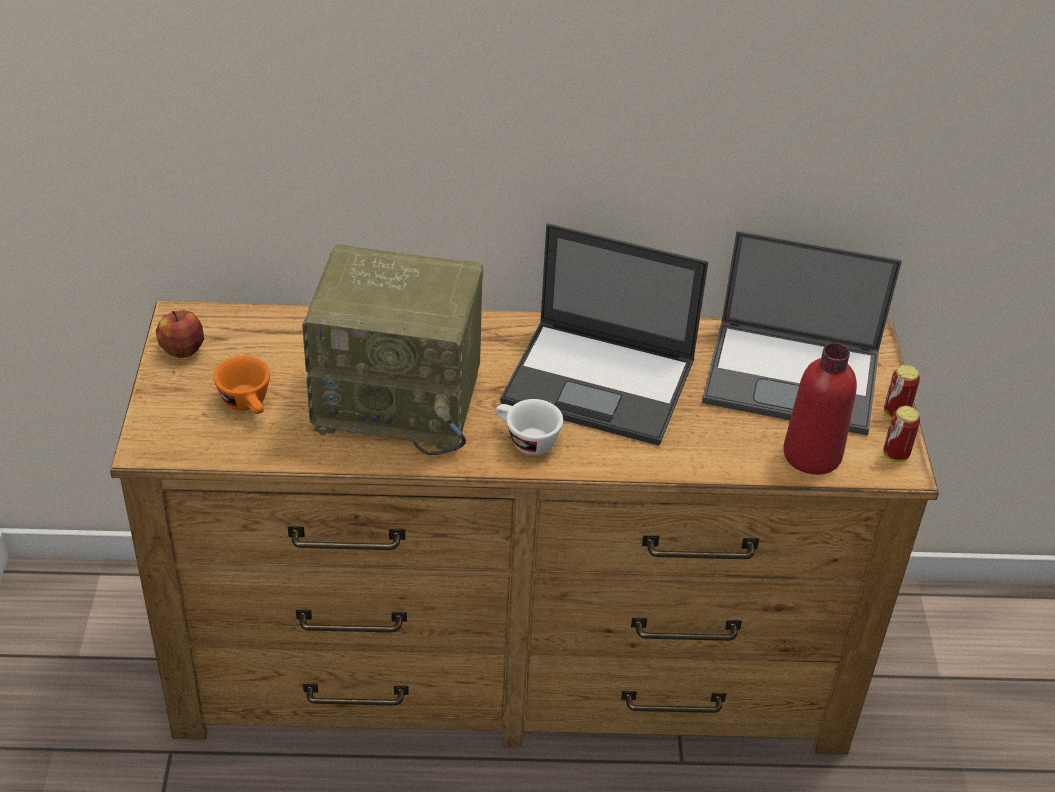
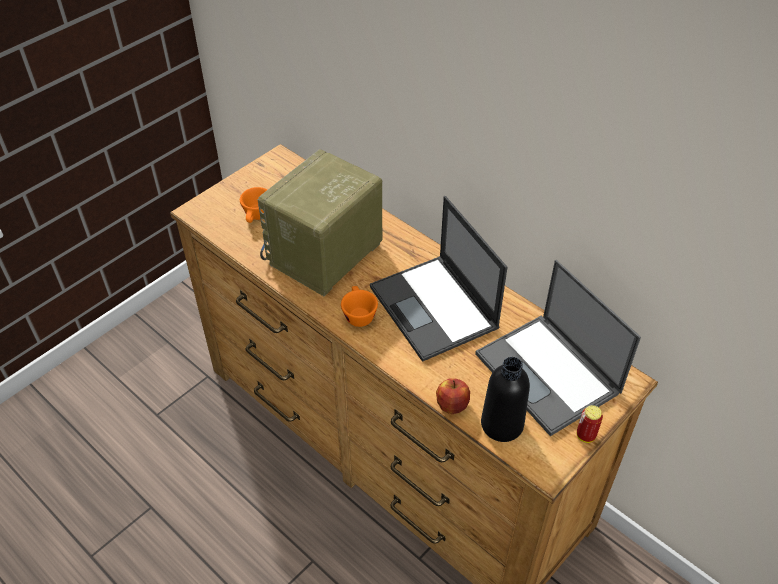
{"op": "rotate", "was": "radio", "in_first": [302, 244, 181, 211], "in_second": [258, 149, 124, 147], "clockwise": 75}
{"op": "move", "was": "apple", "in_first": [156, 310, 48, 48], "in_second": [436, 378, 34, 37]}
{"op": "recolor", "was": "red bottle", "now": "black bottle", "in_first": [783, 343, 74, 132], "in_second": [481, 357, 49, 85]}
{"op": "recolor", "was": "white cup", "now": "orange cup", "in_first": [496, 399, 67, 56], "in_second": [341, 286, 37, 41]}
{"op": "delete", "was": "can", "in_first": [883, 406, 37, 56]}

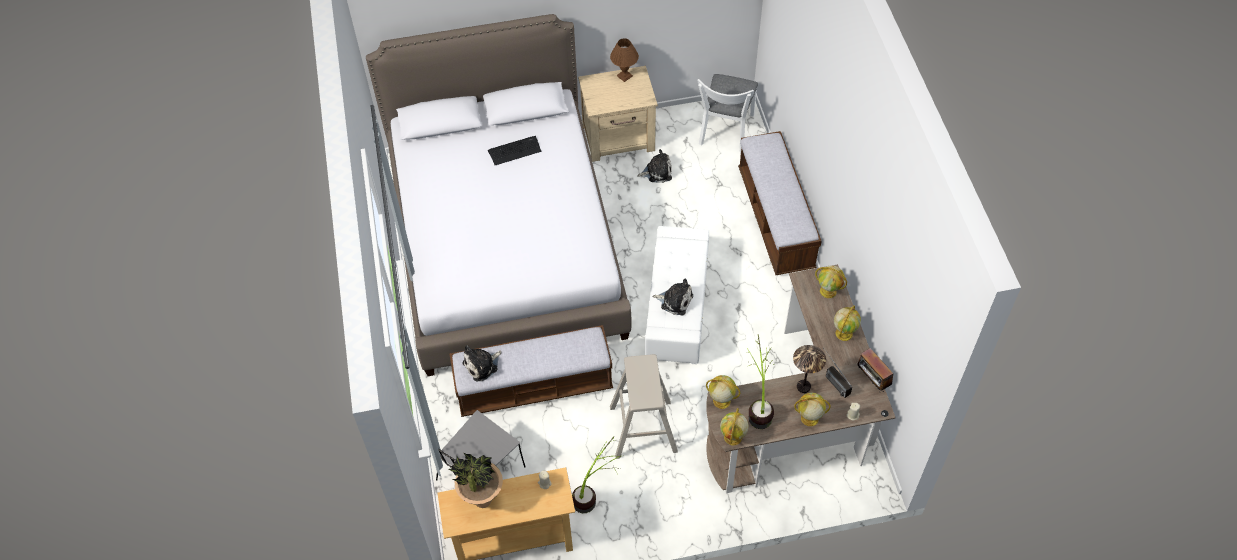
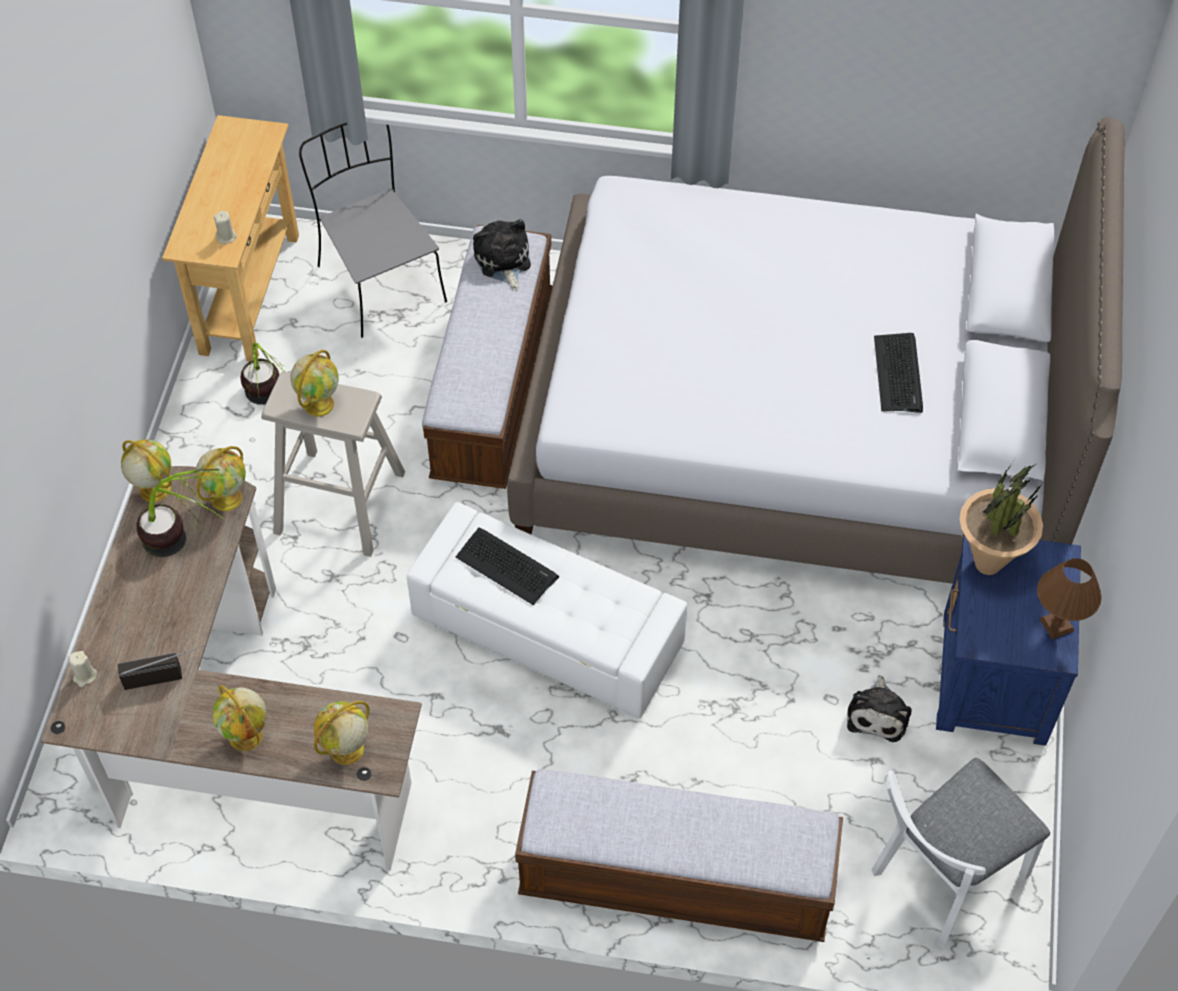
{"op": "recolor", "was": "beige nightstand", "now": "blue nightstand", "in_first": [578, 66, 80, 96], "in_second": [936, 534, 145, 212]}
{"op": "rotate", "was": "white chair", "in_first": [697, 74, 61, 80], "in_second": [872, 758, 178, 190], "clockwise": -75}
{"op": "replace", "was": "plush toy", "now": "keyboard", "in_first": [652, 278, 41, 37], "in_second": [456, 527, 103, 78]}
{"op": "delete", "was": "table lamp", "in_first": [793, 345, 33, 48]}
{"op": "delete", "was": "radio", "in_first": [857, 348, 36, 44]}
{"op": "move", "was": "globe", "in_first": [794, 393, 37, 33], "in_second": [290, 350, 49, 67]}
{"op": "move", "was": "potted plant", "in_first": [449, 453, 54, 55], "in_second": [960, 464, 83, 111]}

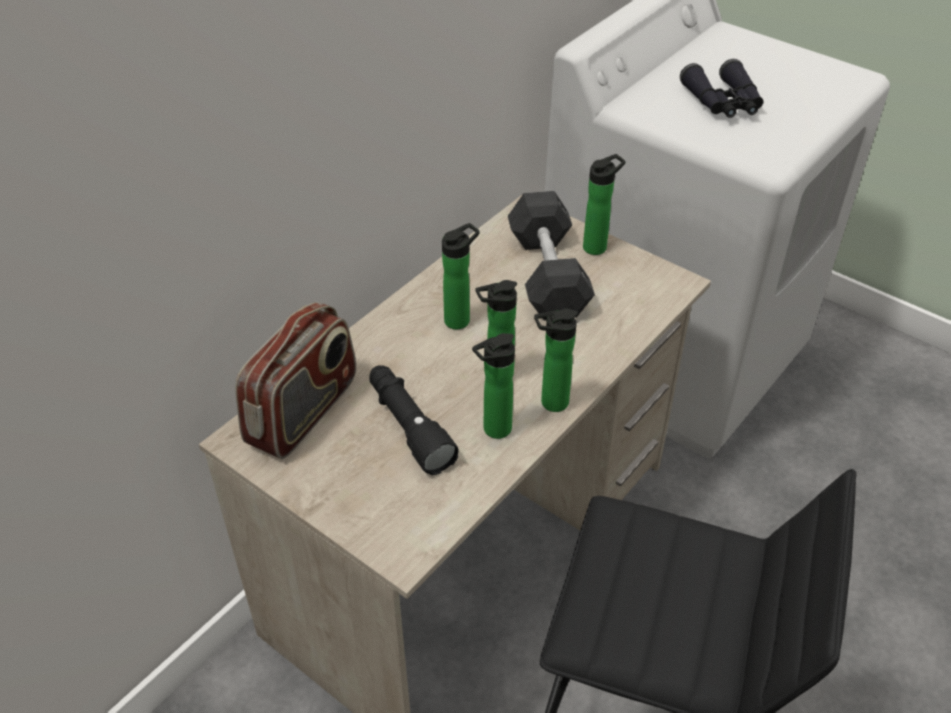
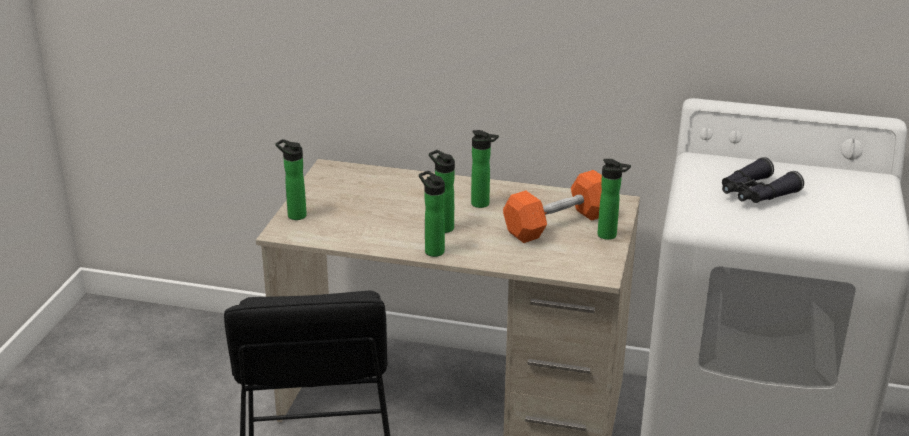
{"op": "recolor", "was": "grey dumbbell", "now": "orange dumbbell", "in_first": [508, 191, 87, 130], "in_second": [503, 170, 99, 73]}
{"op": "delete", "was": "radio", "in_first": [235, 302, 121, 157]}
{"op": "move", "was": "bottle", "in_first": [472, 333, 43, 106], "in_second": [276, 139, 31, 81]}
{"op": "delete", "was": "black flashlight", "in_first": [369, 365, 90, 110]}

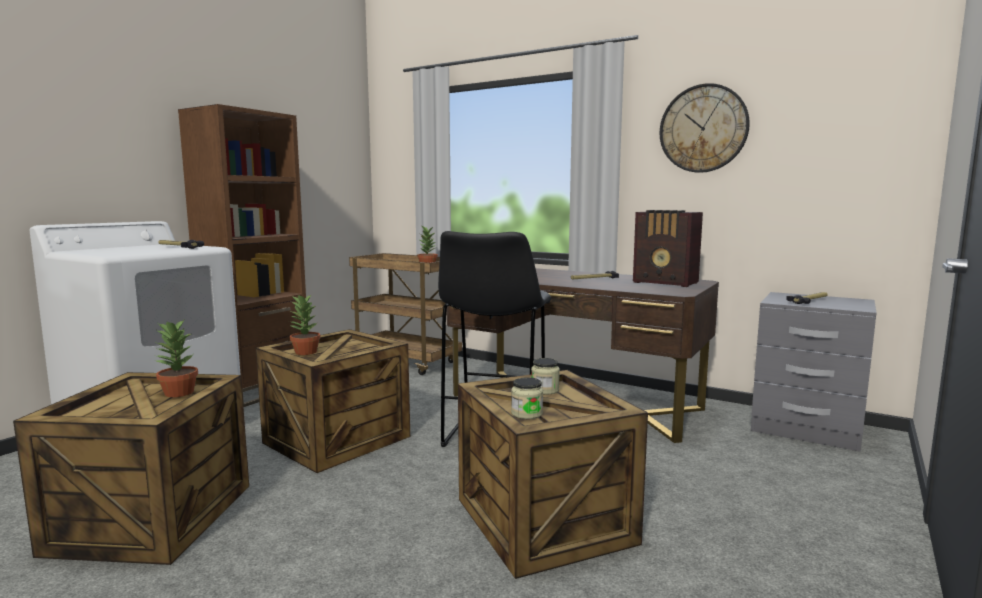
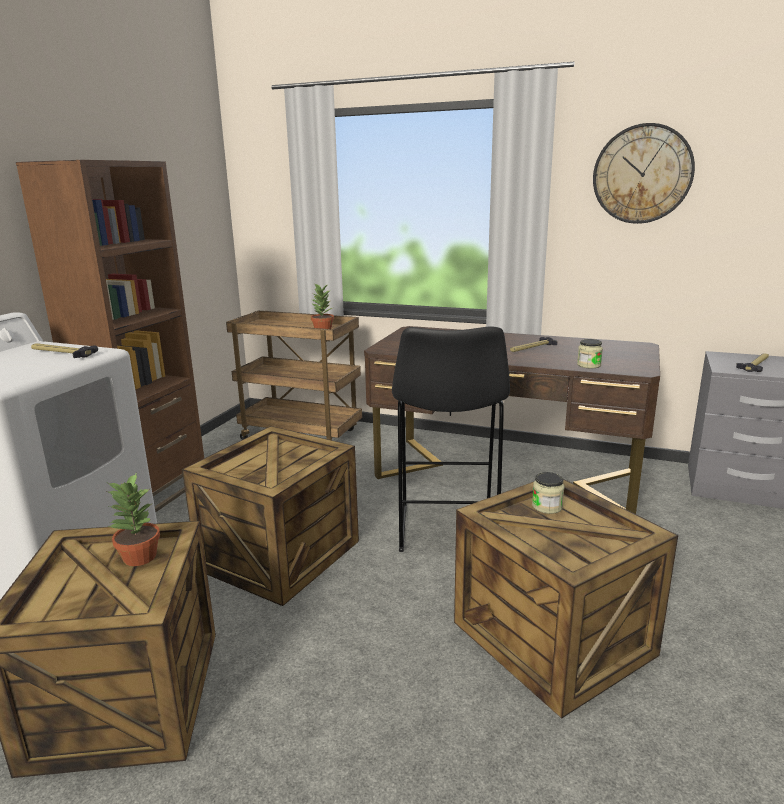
{"op": "delete", "was": "radio", "in_first": [633, 210, 70, 77]}
{"op": "delete", "was": "potted plant", "in_first": [289, 294, 32, 61]}
{"op": "move", "was": "jar", "in_first": [511, 377, 32, 42], "in_second": [577, 339, 26, 29]}

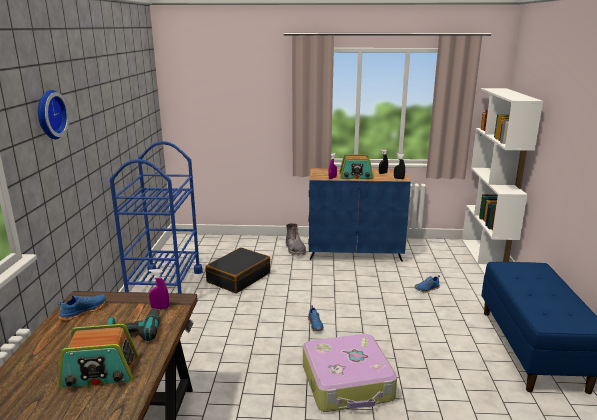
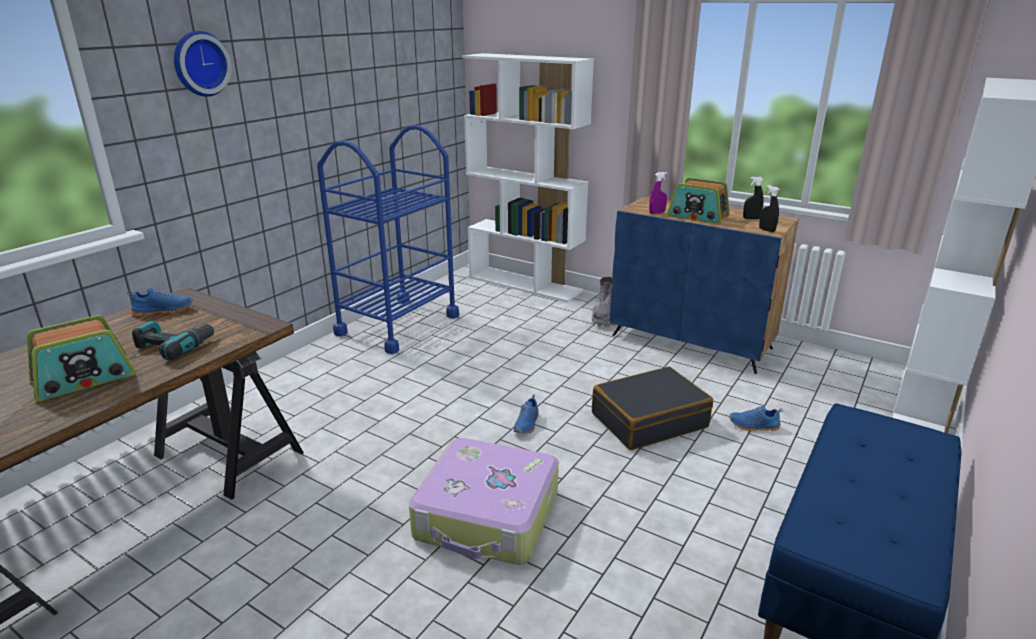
{"op": "move", "was": "black suitcase", "in_first": [205, 247, 65, 46], "in_second": [592, 366, 121, 84]}
{"op": "delete", "was": "purple spray bottle", "in_first": [149, 269, 20, 40]}
{"op": "rotate", "was": "radio", "in_first": [58, 324, 81, 64], "in_second": [27, 315, 108, 86], "clockwise": -60}
{"op": "insert", "now": "white bookcase", "in_second": [462, 53, 132, 249]}

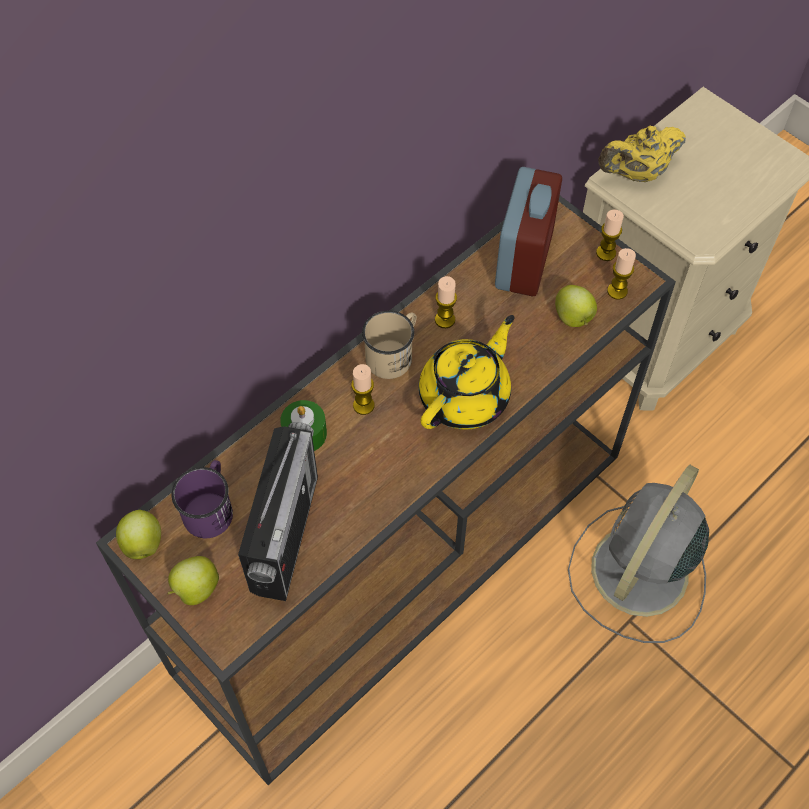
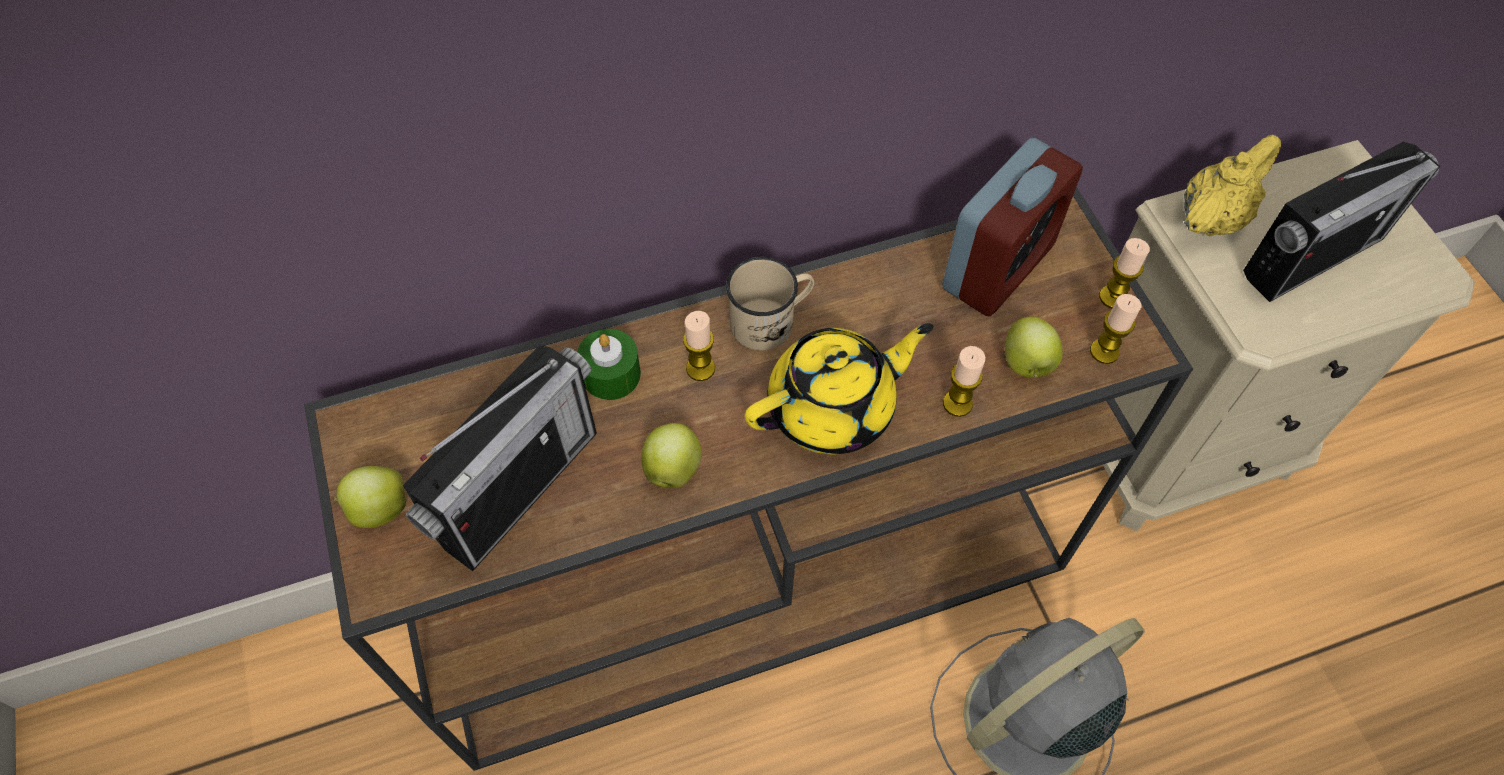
{"op": "rotate", "was": "yellow teapot", "in_first": [599, 126, 87, 56], "in_second": [1184, 135, 97, 101], "clockwise": 135}
{"op": "move", "was": "candle", "in_first": [435, 276, 22, 52], "in_second": [943, 346, 42, 71]}
{"op": "delete", "was": "purple mug", "in_first": [171, 460, 62, 78]}
{"op": "move", "was": "apple", "in_first": [116, 509, 45, 50], "in_second": [641, 423, 61, 65]}
{"op": "insert", "now": "radio", "in_second": [1243, 142, 197, 160]}

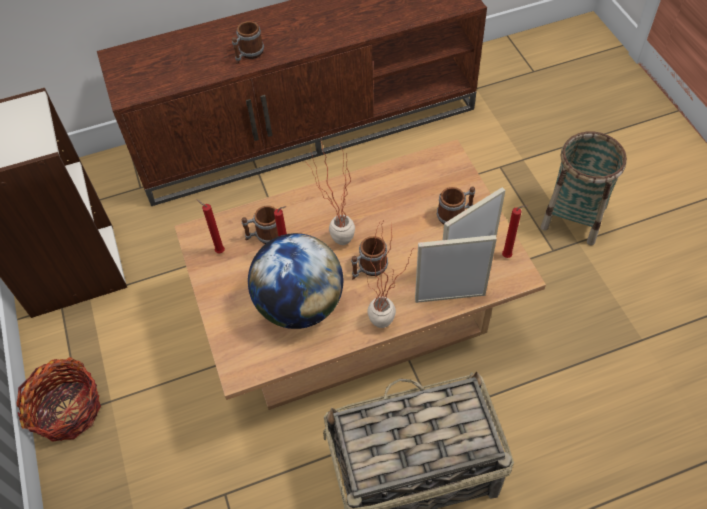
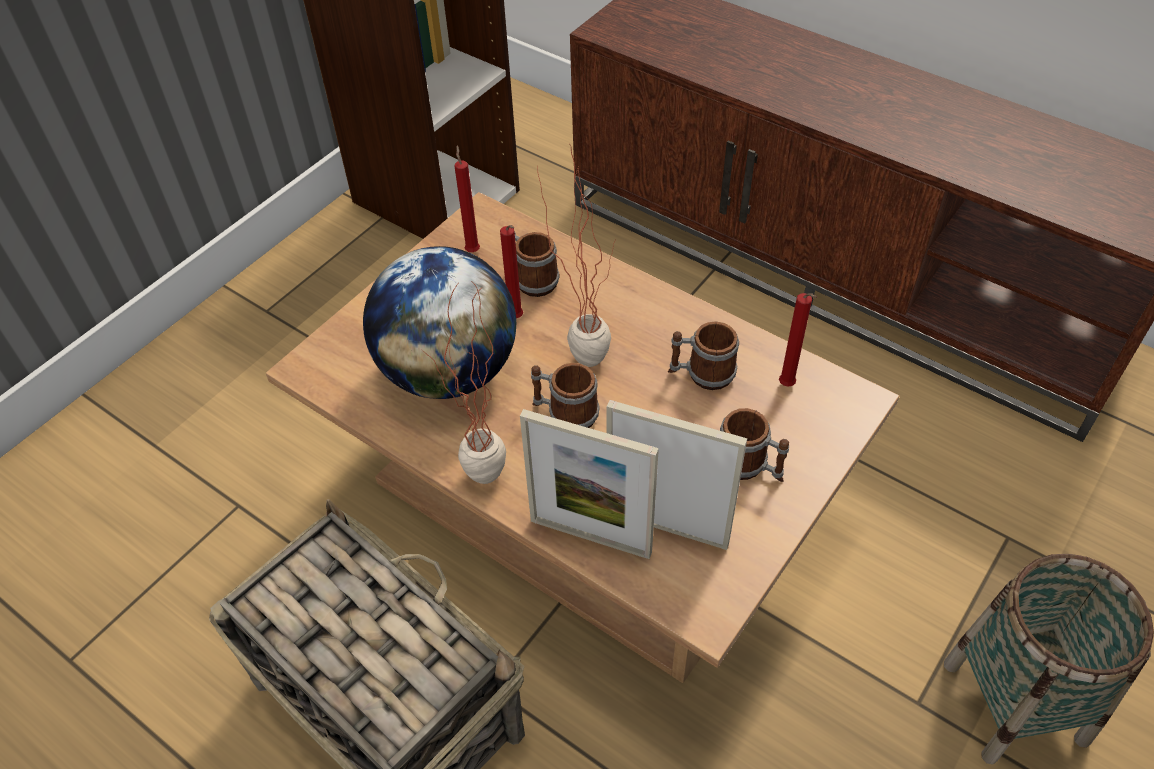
{"op": "move", "was": "mug", "in_first": [232, 21, 32, 43], "in_second": [668, 321, 71, 69]}
{"op": "move", "was": "red candle", "in_first": [502, 205, 26, 53], "in_second": [779, 293, 38, 94]}
{"op": "rotate", "was": "picture frame", "in_first": [415, 235, 82, 68], "in_second": [520, 409, 139, 150], "clockwise": 150}
{"op": "delete", "was": "basket", "in_first": [17, 357, 84, 85]}

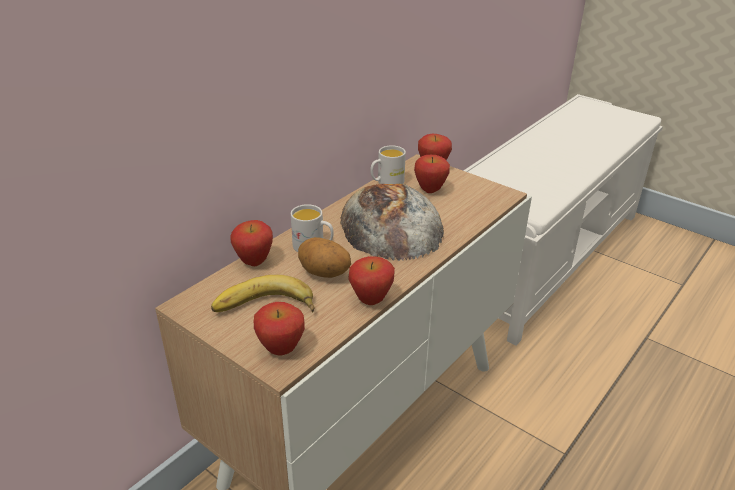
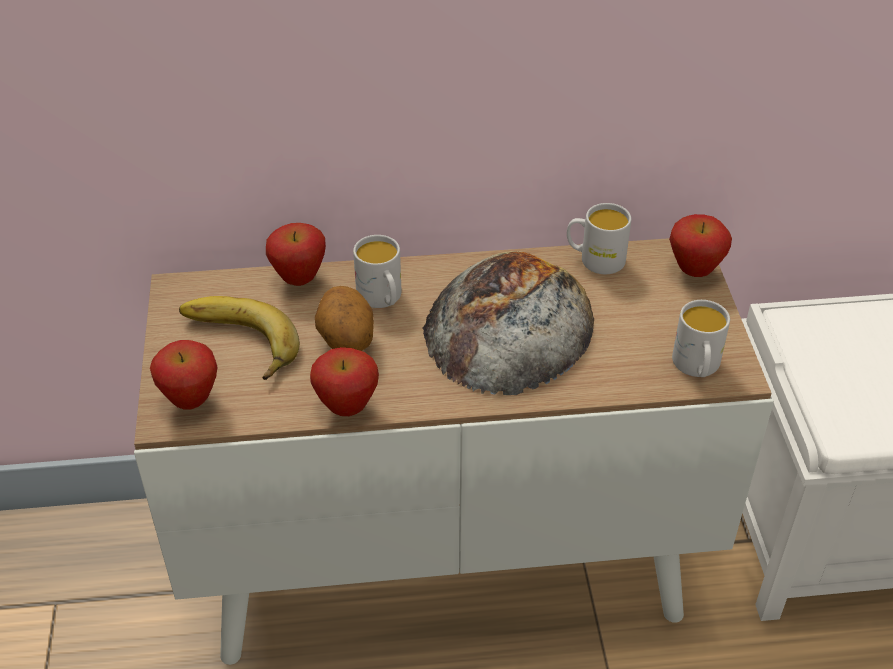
{"op": "delete", "was": "apple", "in_first": [414, 155, 36, 38]}
{"op": "insert", "now": "white mug", "in_second": [672, 300, 58, 77]}

